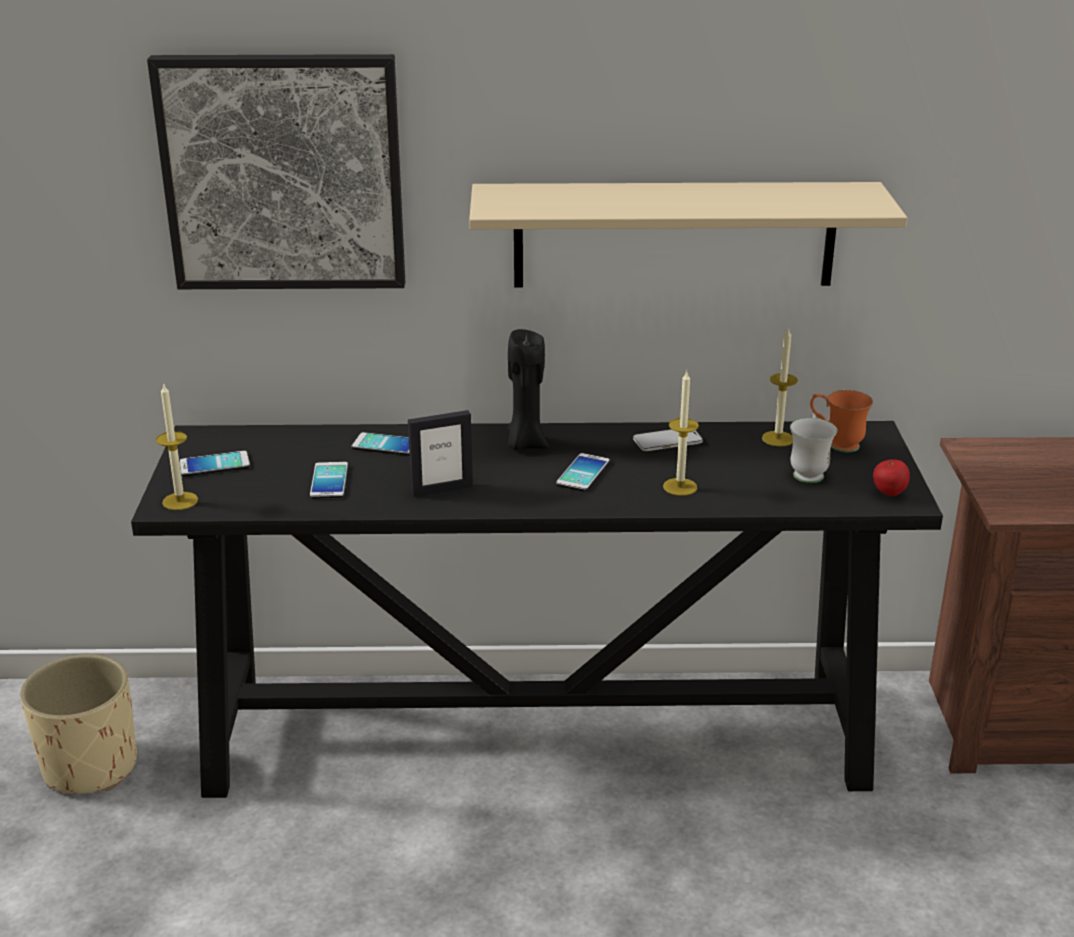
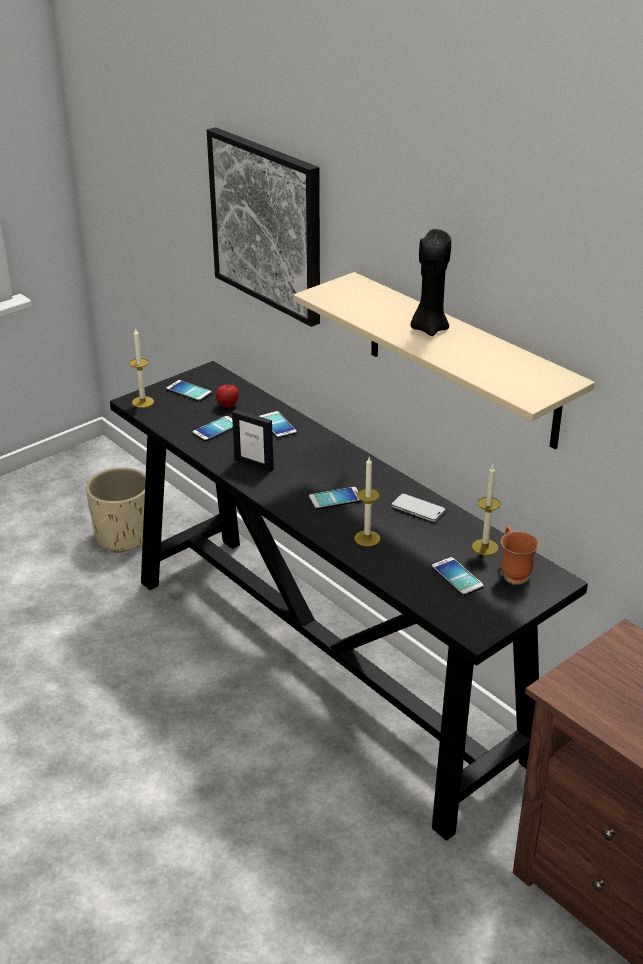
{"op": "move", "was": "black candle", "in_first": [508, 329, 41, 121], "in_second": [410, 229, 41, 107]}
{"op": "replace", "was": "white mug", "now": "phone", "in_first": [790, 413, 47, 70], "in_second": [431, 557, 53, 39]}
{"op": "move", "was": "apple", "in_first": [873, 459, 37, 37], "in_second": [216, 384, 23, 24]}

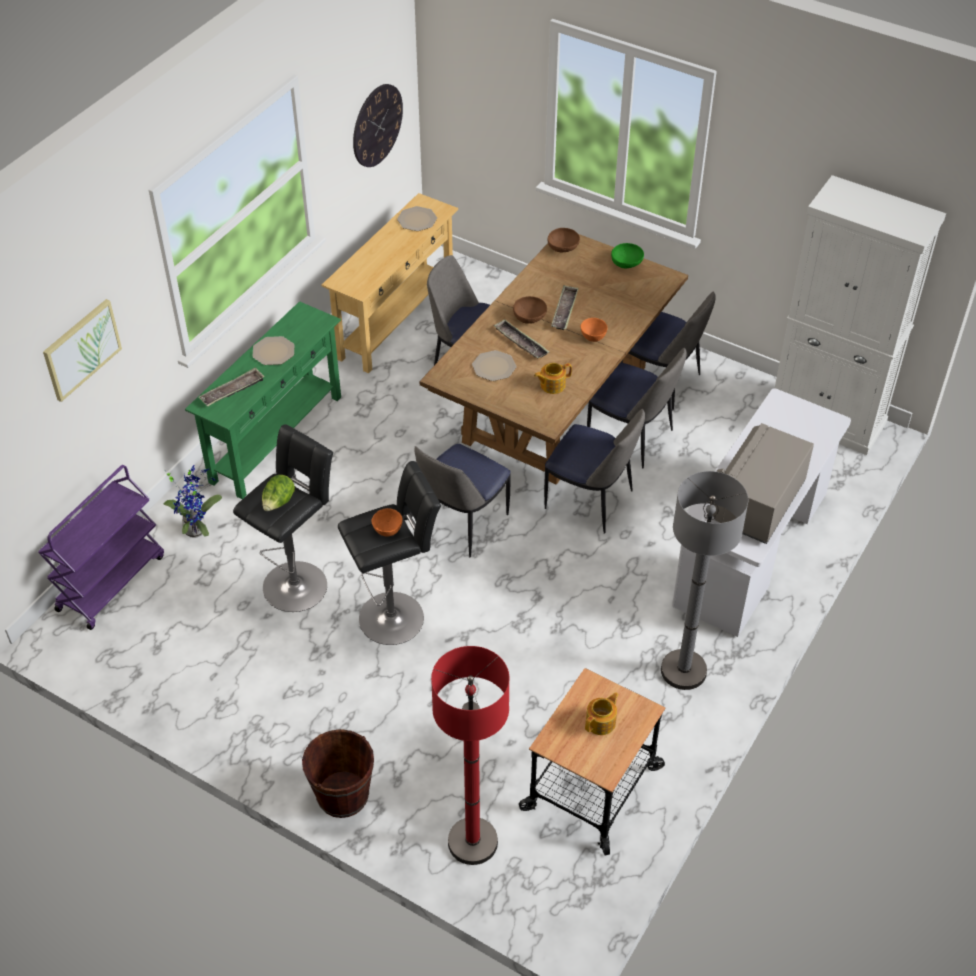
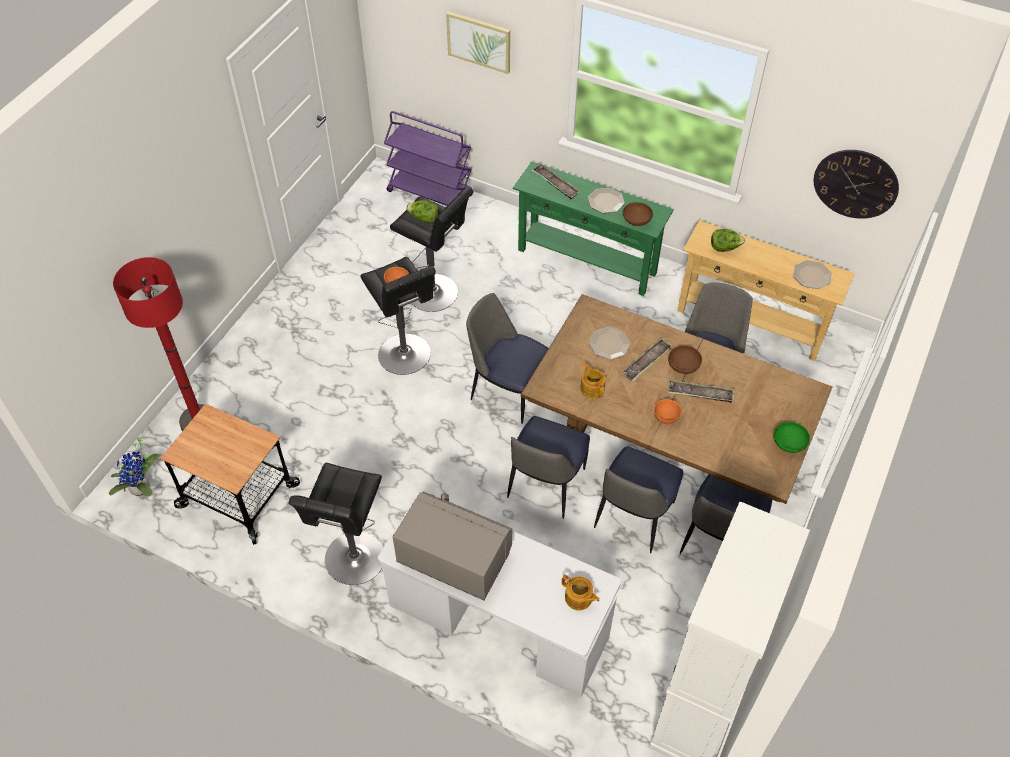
{"op": "move", "was": "brown bowl", "in_first": [547, 228, 33, 24], "in_second": [622, 202, 31, 24]}
{"op": "move", "was": "potted plant", "in_first": [163, 464, 59, 73], "in_second": [109, 435, 51, 62]}
{"op": "replace", "was": "grey floor lamp", "now": "black stool", "in_first": [661, 471, 87, 219], "in_second": [289, 463, 94, 122]}
{"op": "move", "was": "teapot", "in_first": [585, 692, 34, 43], "in_second": [561, 575, 38, 35]}
{"op": "delete", "was": "brown bucket", "in_first": [302, 729, 72, 89]}
{"op": "insert", "now": "lettuce", "in_second": [711, 229, 34, 23]}

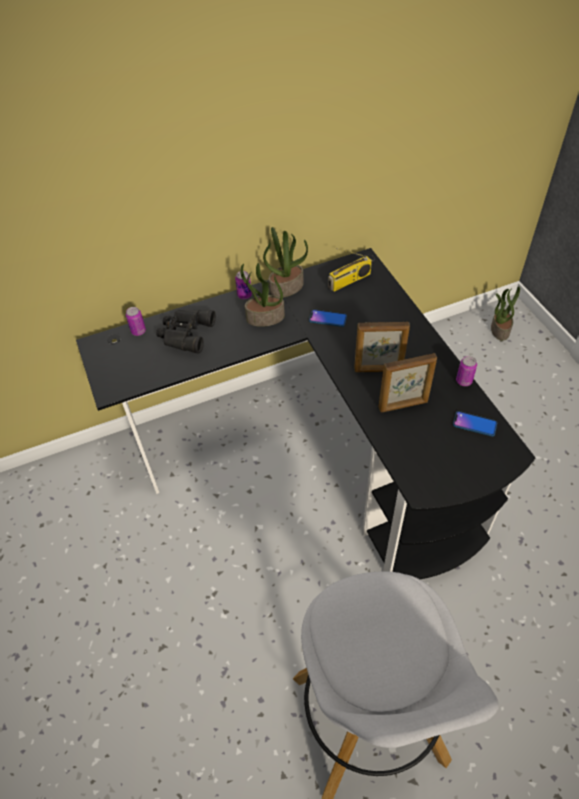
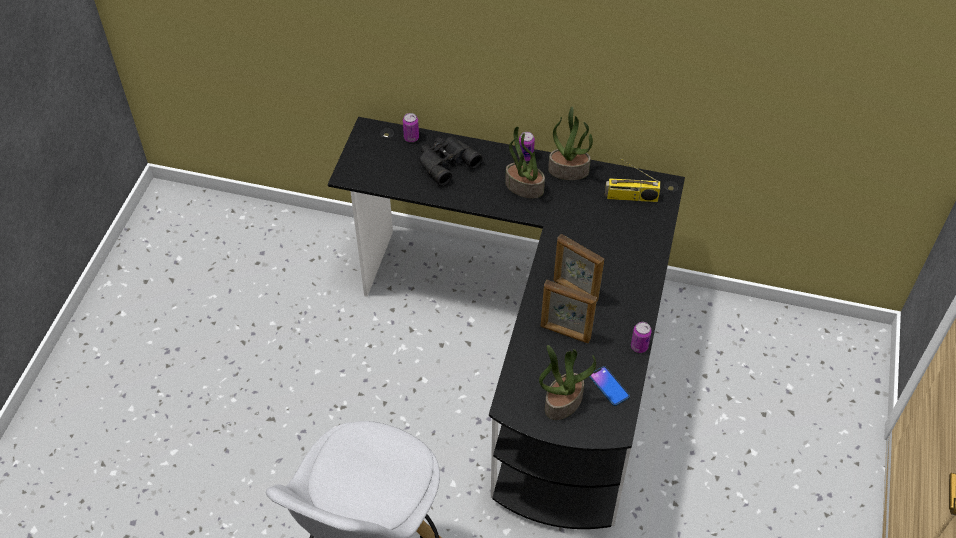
{"op": "move", "was": "potted plant", "in_first": [491, 286, 29, 55], "in_second": [539, 345, 57, 75]}
{"op": "delete", "was": "phone", "in_first": [309, 309, 38, 18]}

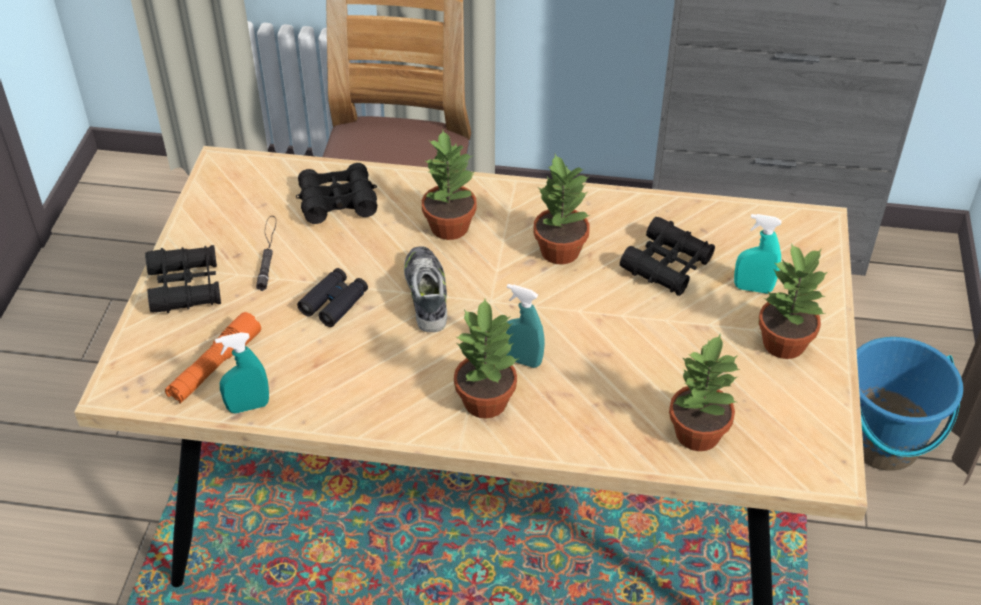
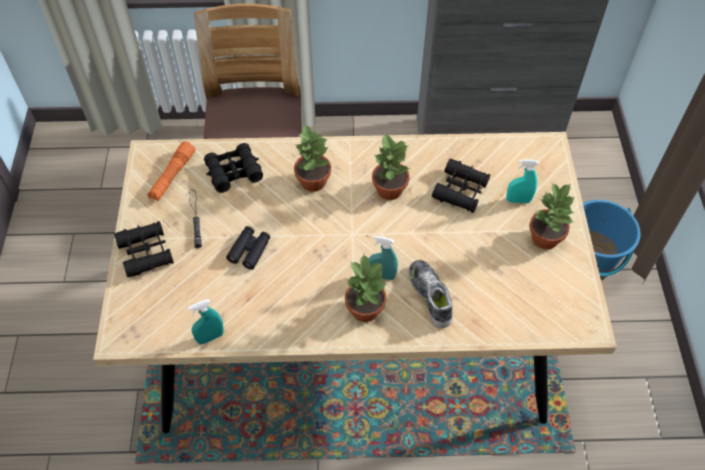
{"op": "move", "was": "shoe", "in_first": [404, 246, 43, 86], "in_second": [408, 260, 44, 68]}
{"op": "move", "was": "orange flashlight", "in_first": [165, 312, 96, 91], "in_second": [148, 141, 47, 60]}
{"op": "delete", "was": "potted plant", "in_first": [669, 333, 71, 118]}

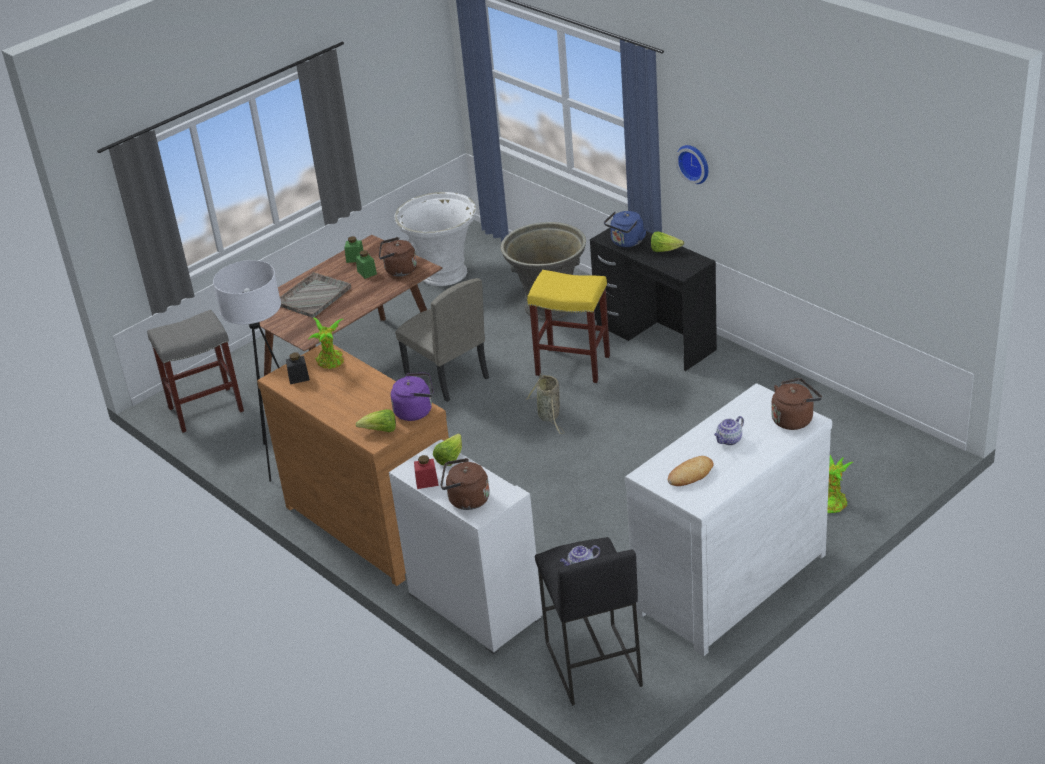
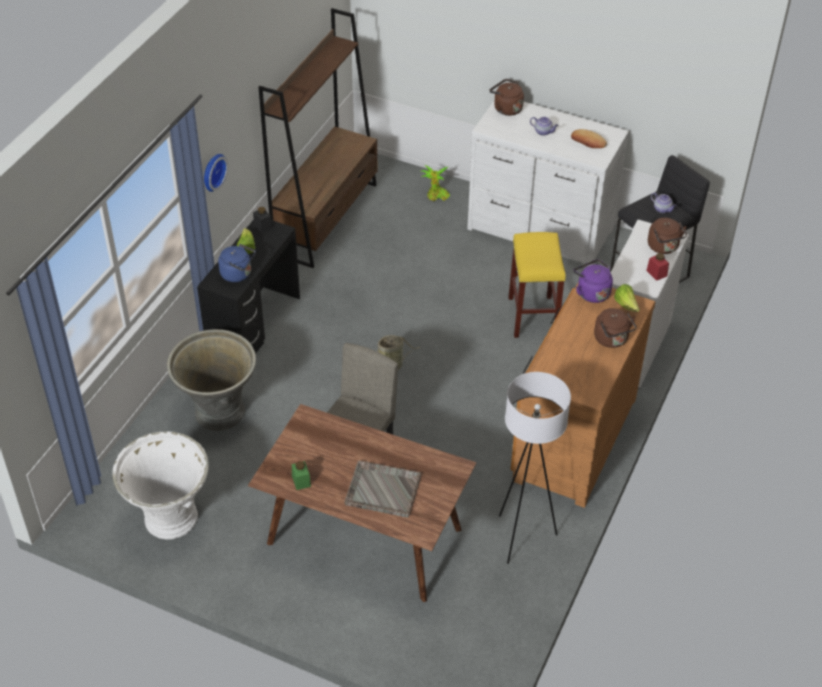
{"op": "move", "was": "brown kettle", "in_first": [379, 237, 38, 39], "in_second": [594, 308, 43, 40]}
{"op": "delete", "was": "green jar", "in_first": [356, 250, 21, 29]}
{"op": "move", "was": "yellow stool", "in_first": [527, 270, 83, 113], "in_second": [508, 232, 58, 106]}
{"op": "delete", "was": "grey stool", "in_first": [147, 310, 97, 123]}
{"op": "delete", "was": "potted plant", "in_first": [308, 318, 36, 51]}
{"op": "move", "was": "black jar", "in_first": [286, 353, 24, 31], "in_second": [253, 207, 19, 26]}
{"op": "delete", "was": "lettuce", "in_first": [433, 433, 29, 33]}
{"op": "insert", "now": "brown bookcase", "in_second": [258, 8, 120, 260]}

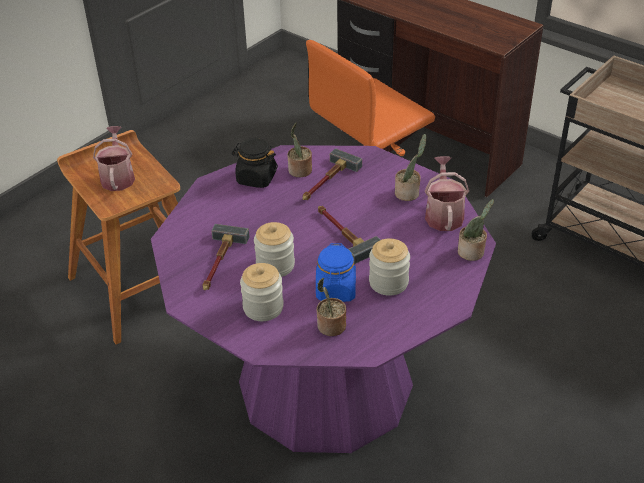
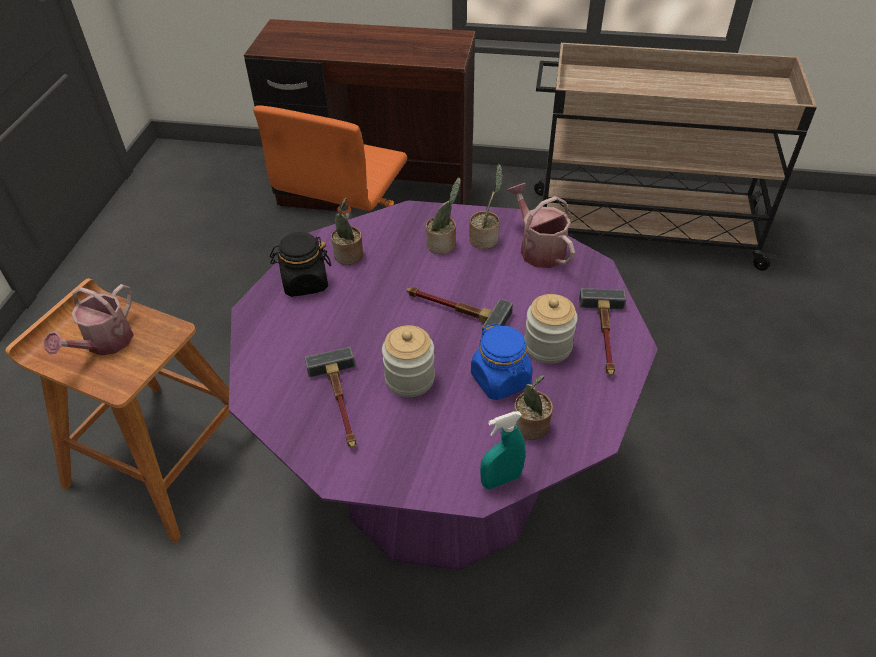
{"op": "rotate", "was": "watering can", "in_first": [93, 126, 42, 65], "in_second": [44, 284, 90, 72], "clockwise": -120}
{"op": "move", "was": "hammer", "in_first": [303, 149, 59, 51], "in_second": [579, 288, 47, 88]}
{"op": "move", "was": "potted plant", "in_first": [458, 199, 36, 62], "in_second": [426, 178, 35, 76]}
{"op": "delete", "was": "jar", "in_first": [240, 263, 44, 58]}
{"op": "insert", "now": "turquoise spray bottle", "in_second": [480, 411, 46, 78]}

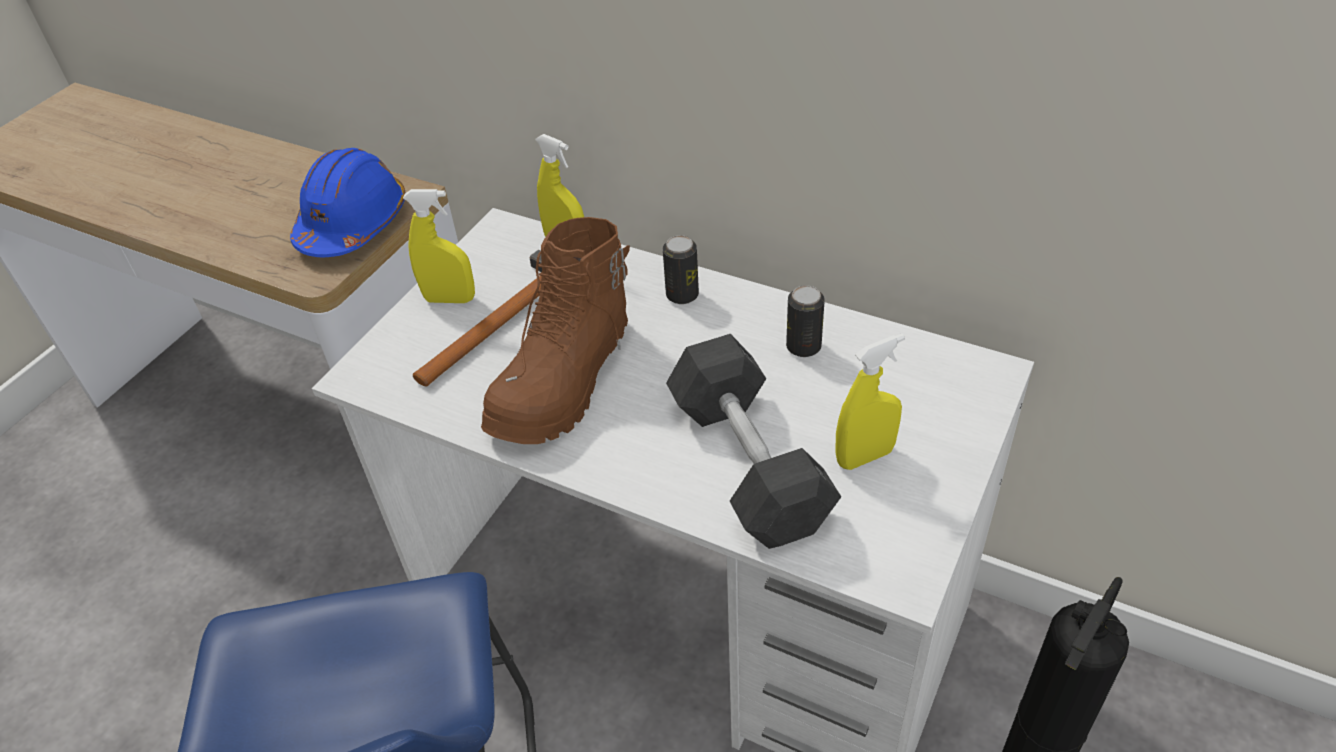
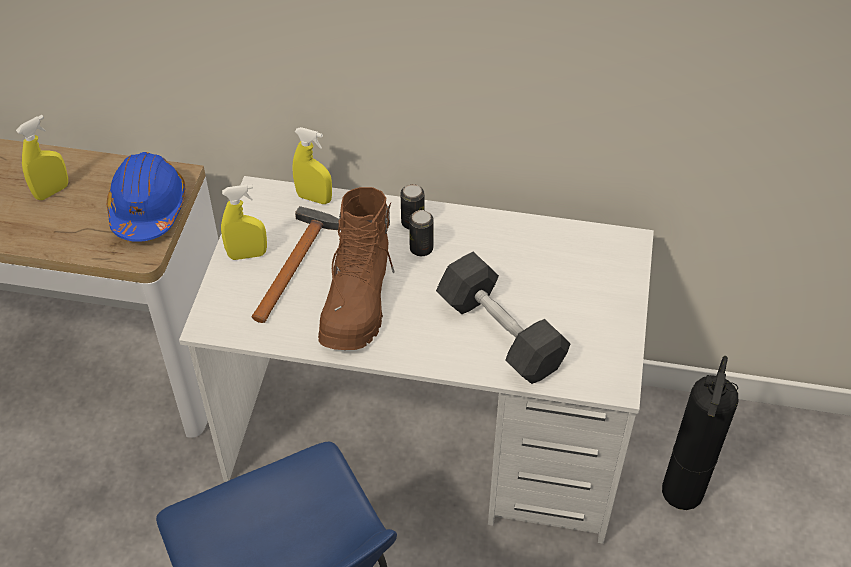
{"op": "move", "was": "can", "in_first": [786, 285, 39, 72], "in_second": [409, 210, 25, 46]}
{"op": "move", "was": "yellow spray bottle", "in_first": [835, 334, 70, 136], "in_second": [16, 115, 52, 85]}

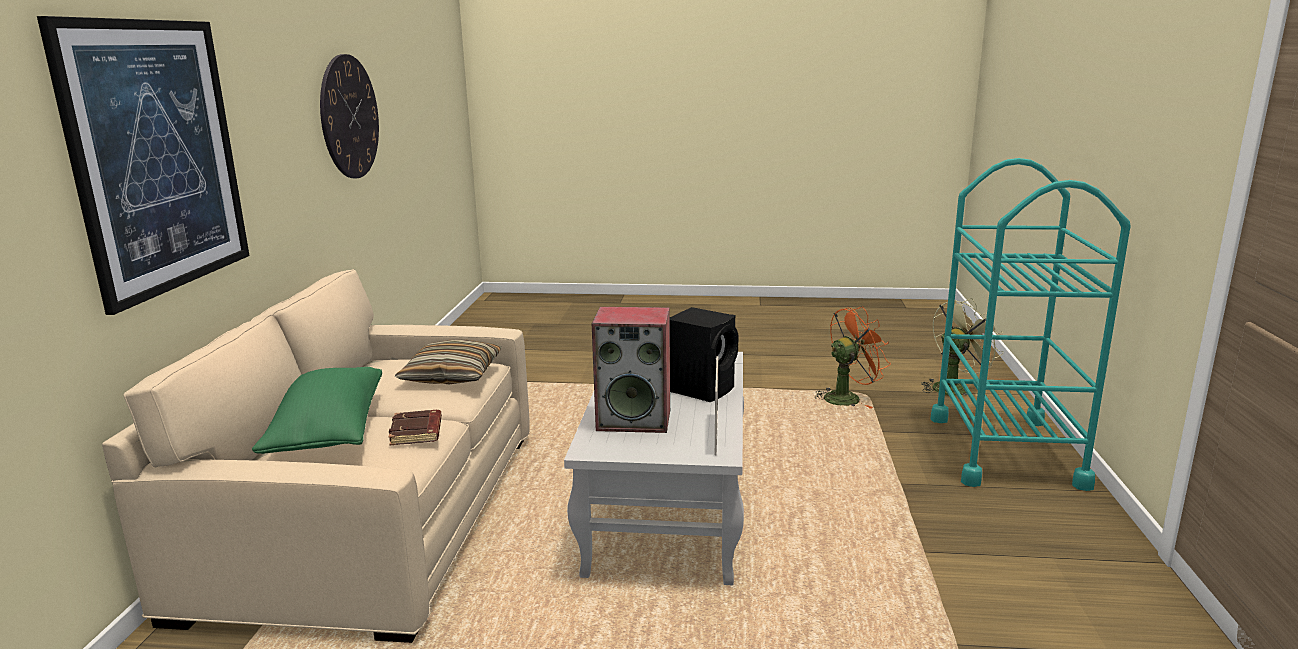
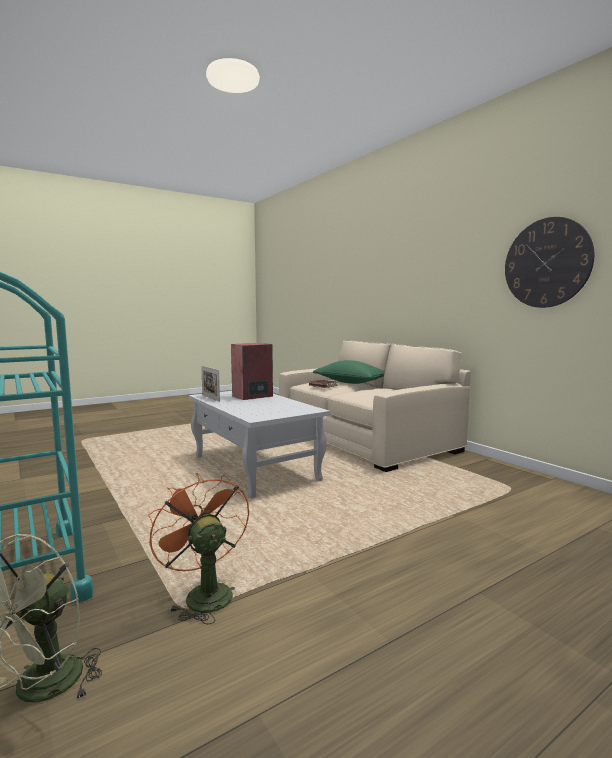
{"op": "delete", "was": "picture", "in_first": [37, 16, 213, 299]}
{"op": "delete", "was": "black speaker", "in_first": [670, 307, 69, 95]}
{"op": "rotate", "was": "orange fan", "in_first": [814, 307, 77, 102], "in_second": [148, 473, 101, 152], "clockwise": 120}
{"op": "delete", "was": "pillow", "in_first": [395, 339, 106, 45]}

